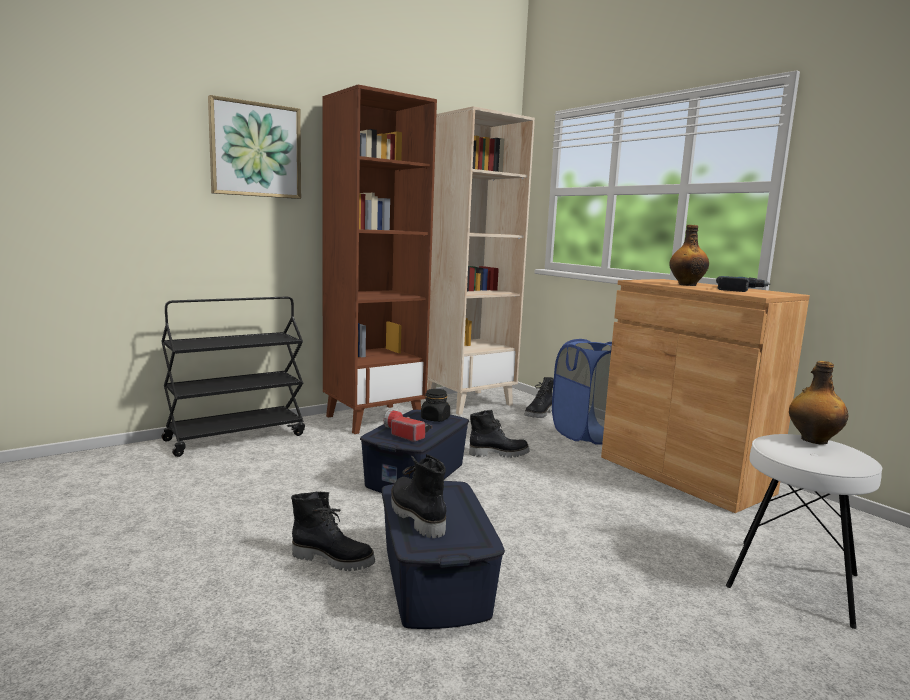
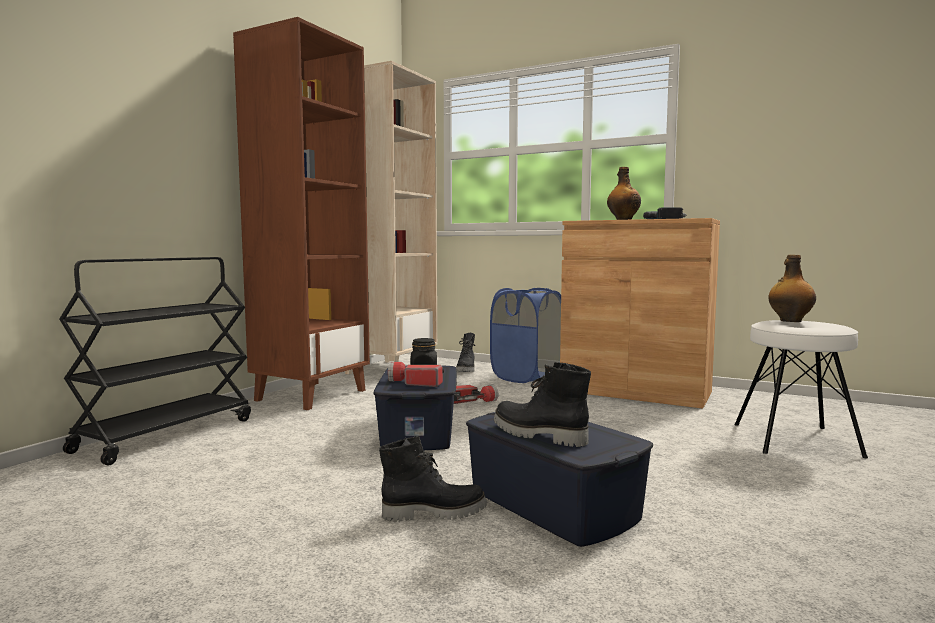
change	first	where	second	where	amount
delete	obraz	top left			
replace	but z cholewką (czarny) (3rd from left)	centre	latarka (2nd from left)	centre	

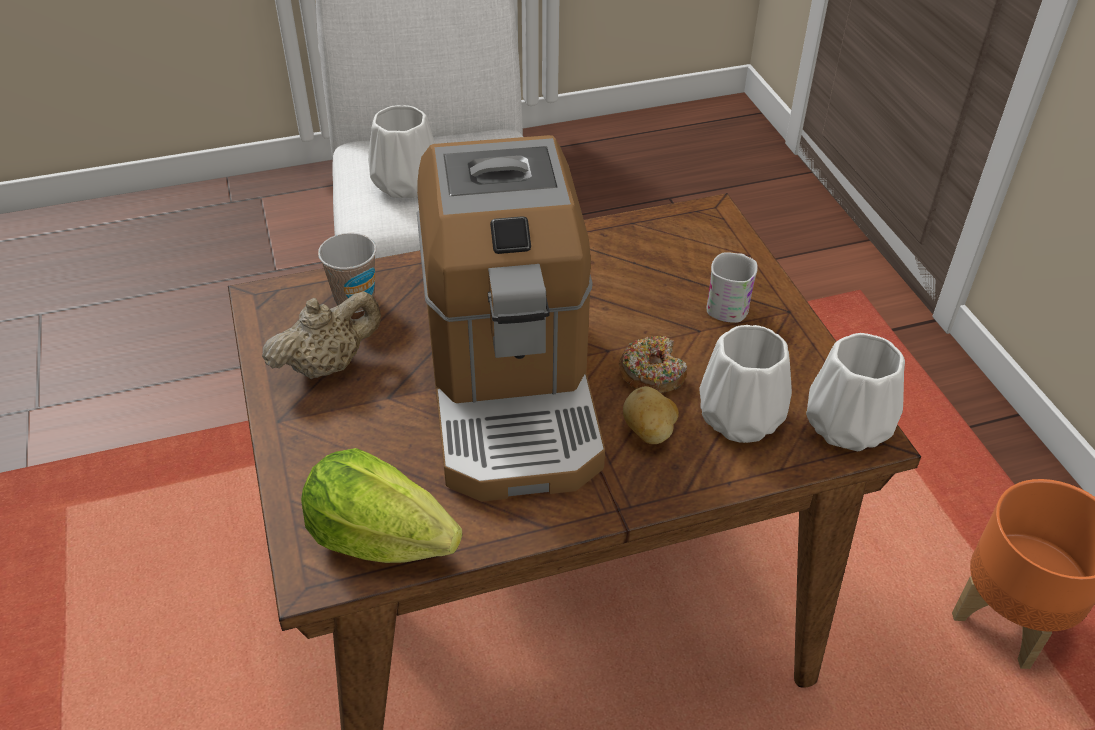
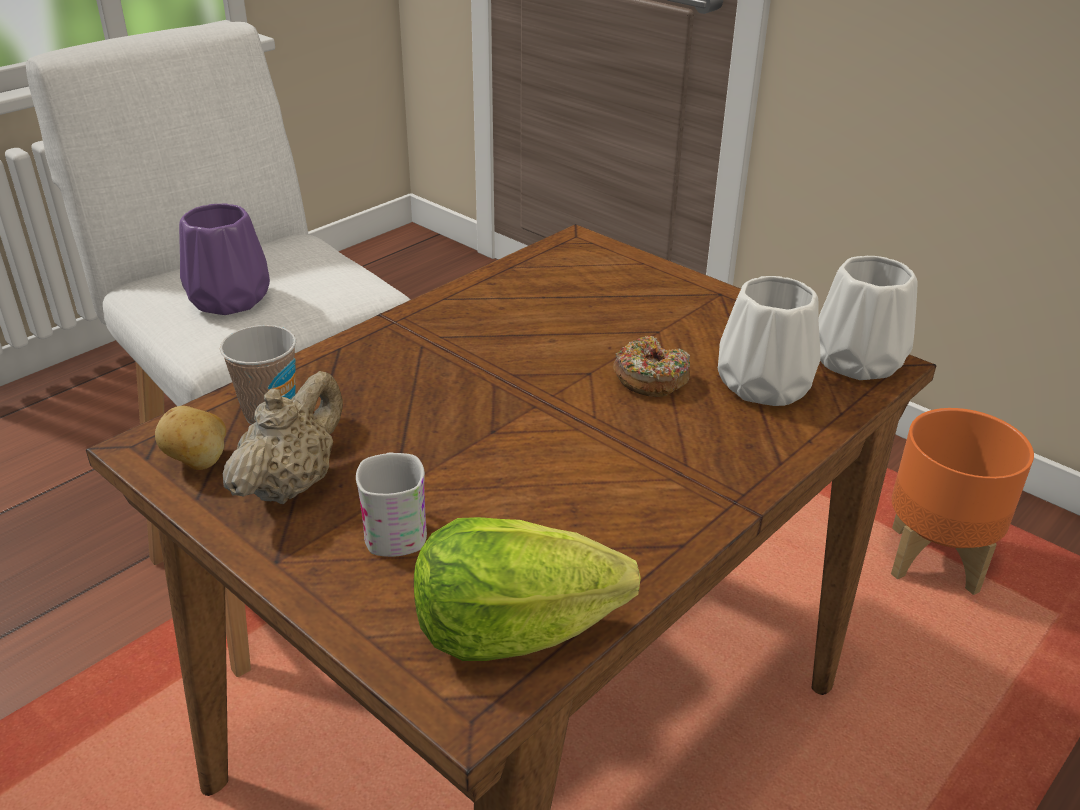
change	first	where	second	where	amount
delete	ekspres do kawy	centre			
move	ziemniak	centre		middle left	
move	kubek (biały)	middle right		centre	
recolor	wazon (biały) (1st from left)	top centre	wazon (fioletowy)	top left	

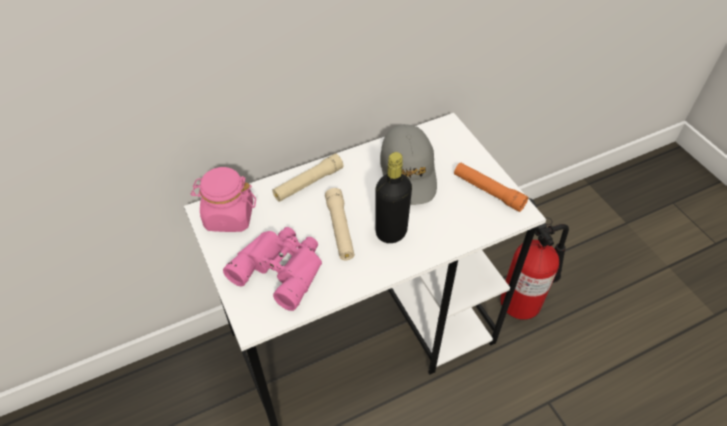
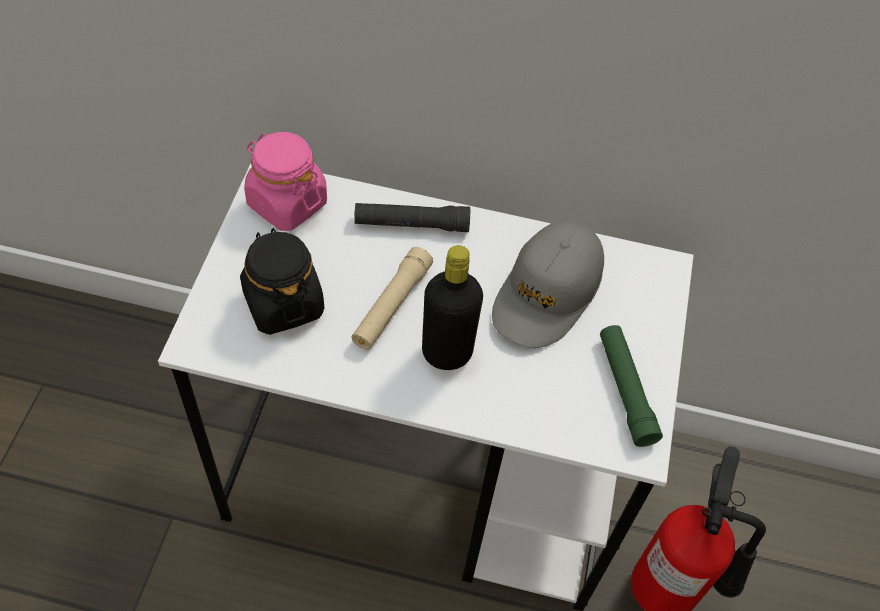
change	first	where	second	where	amount
replace	lornetka (różowy)	centre	słoik (czarny)	middle left	
recolor	latarka (beżowy) (1st from left)	centre	latarka (czarny)	centre	
recolor	latarka (pomarańczowy)	middle right	latarka (zielony)	middle right	

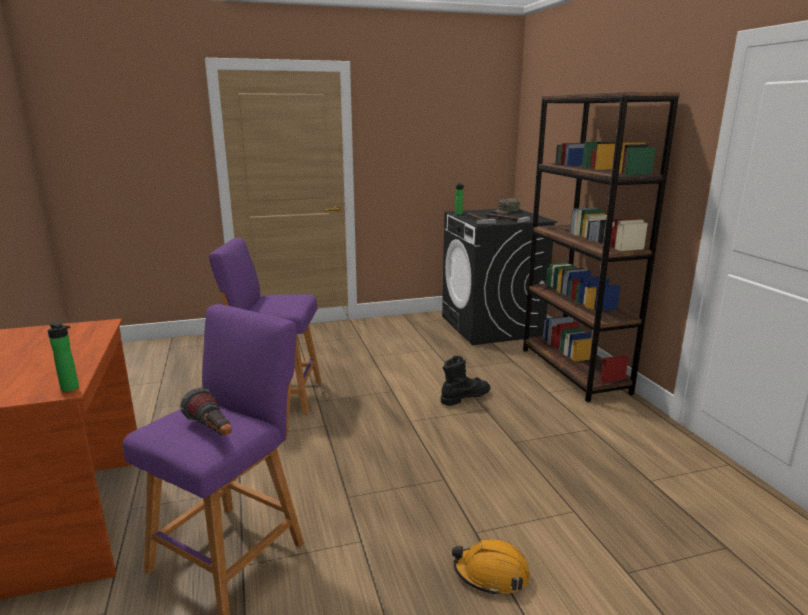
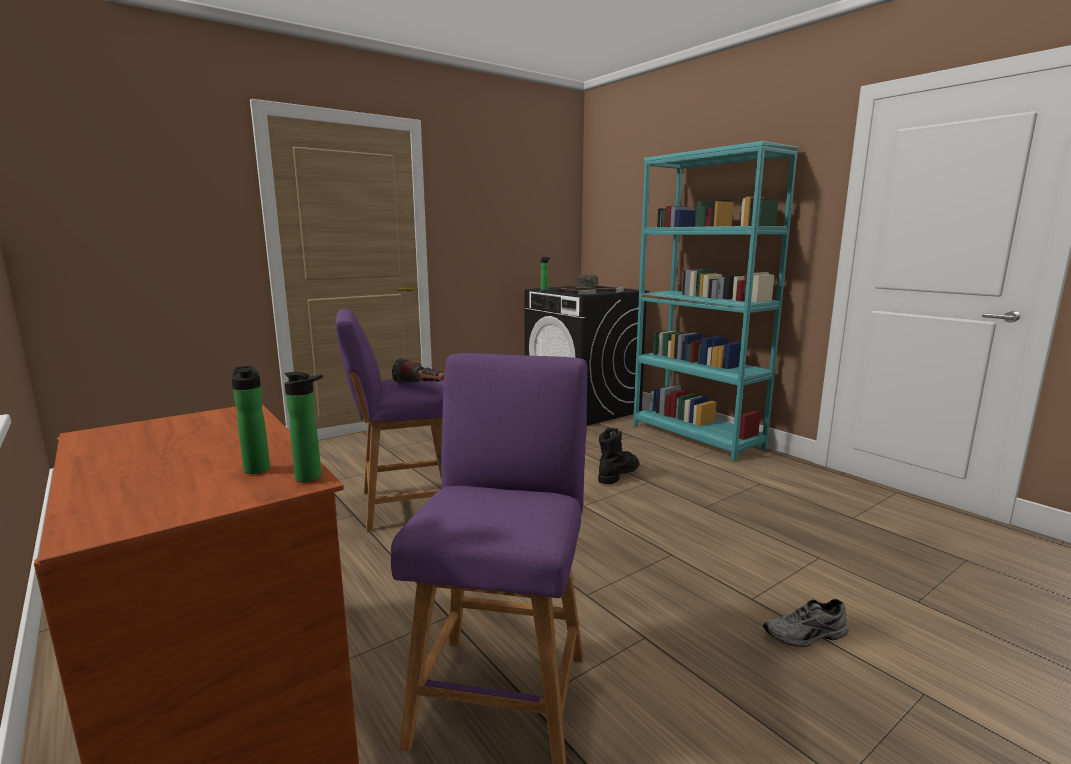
change	first	where	second	where	amount
insert			butelka (1st from left)	middle left	
move	latarka	bottom left		centre	
replace	kask (pomarańczowy)	bottom centre	but (szary)	bottom right	
recolor	regał (brązowy)	middle right	regał (turkusowy)	middle right	

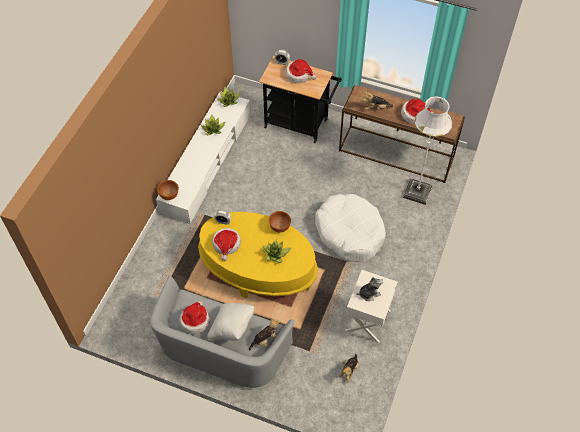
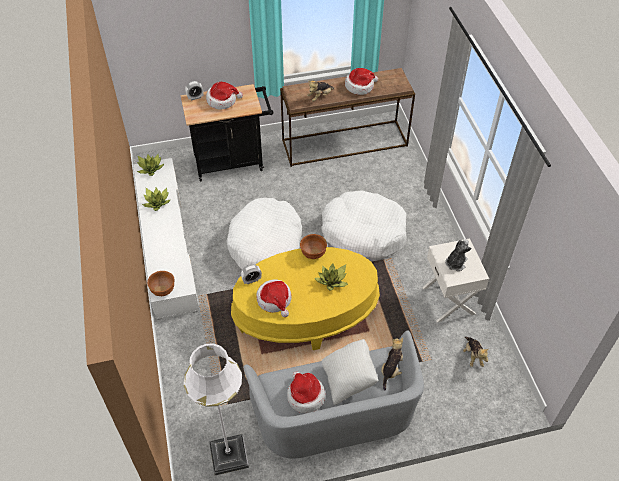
change	first	where	second	where	amount
insert			legowisko (biały) (1st from left)	centre	
move	lampa stojąca (biały)	middle right		bottom centre	

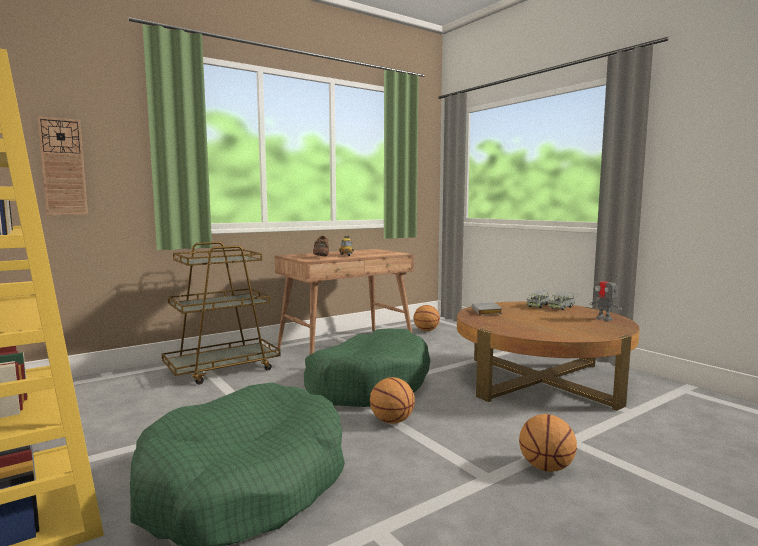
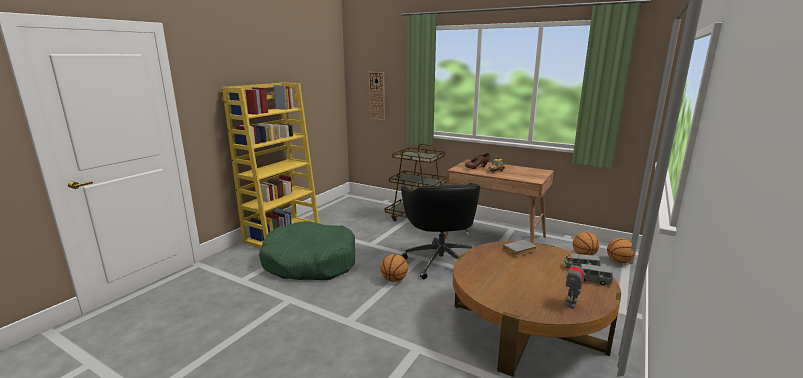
change	first	where	second	where	amount
move	piłka do koszykówki (3rd from left)	bottom right		middle right	
replace	legowisko (zielony) (2nd from left)	bottom centre	krzesło biurowe (czarny)	centre	

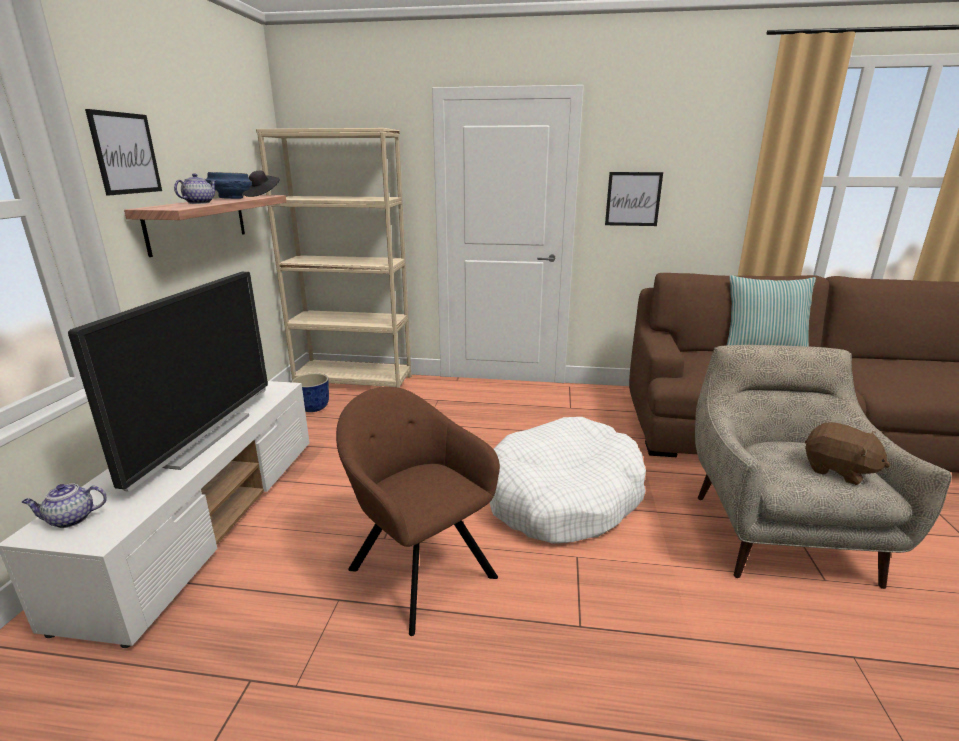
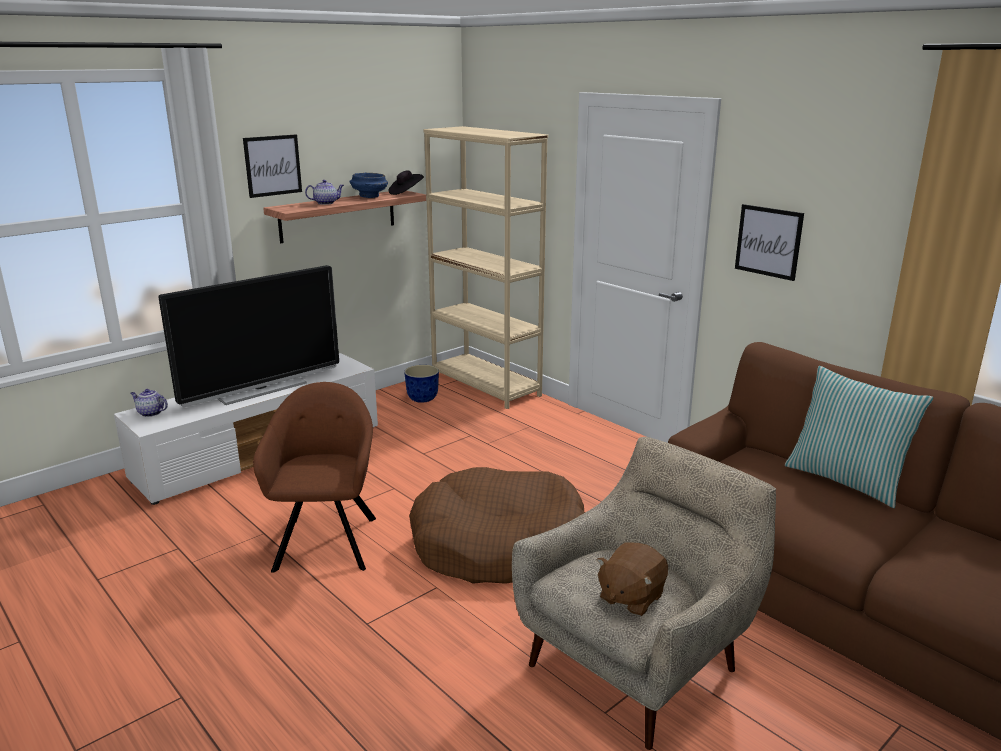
change	first	where	second	where	amount
recolor	legowisko (biały)	centre	legowisko (brązowy)	bottom centre	
rotate	pluszak (brązowy)	middle right		bottom centre	45 degrees clockwise

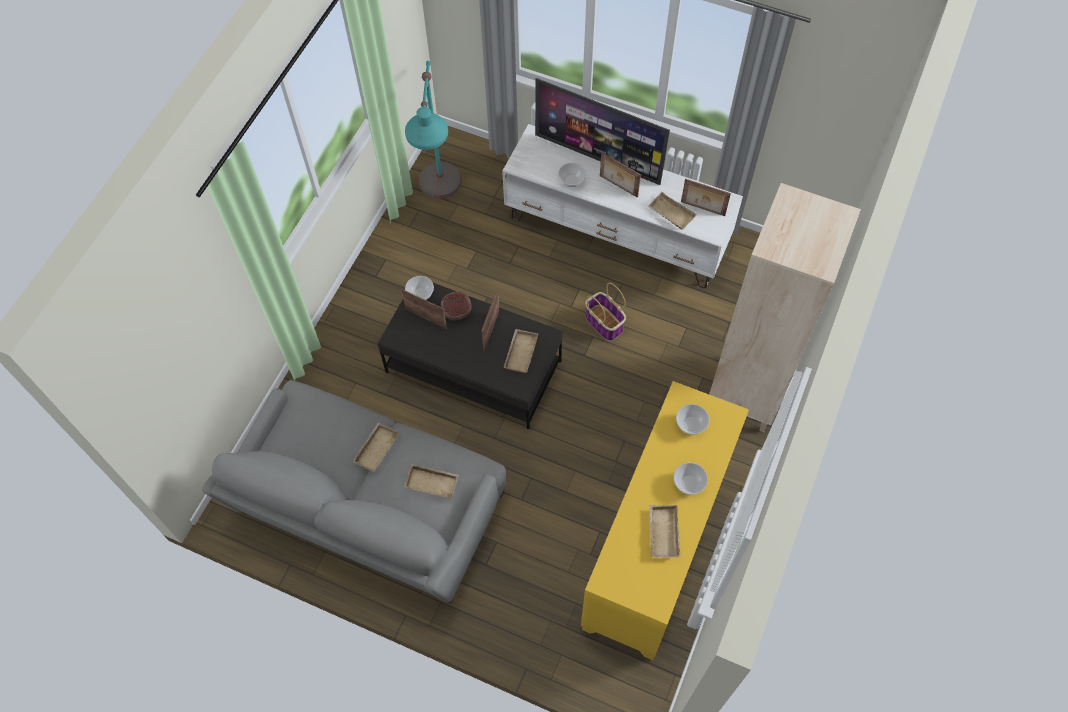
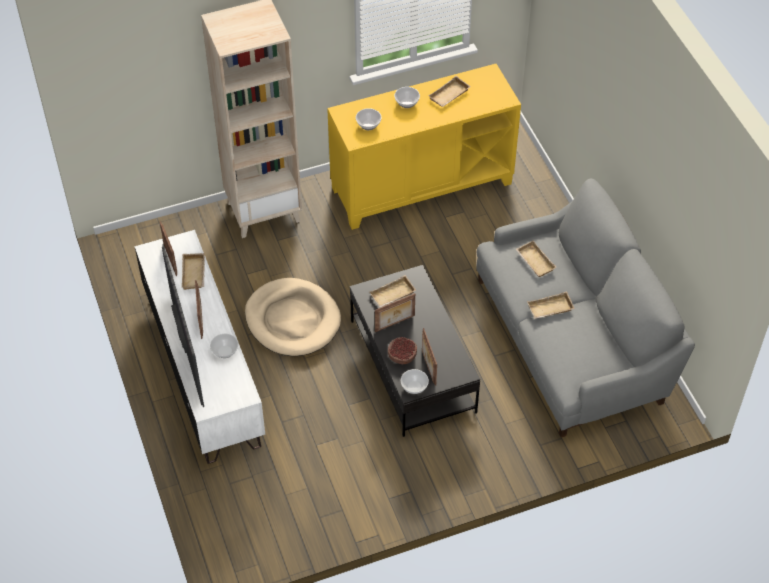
change	first	where	second	where	amount
delete	lampa stojąca (turkusowy)	top centre			
replace	koszyk	centre	legowisko (beżowy)	centre	

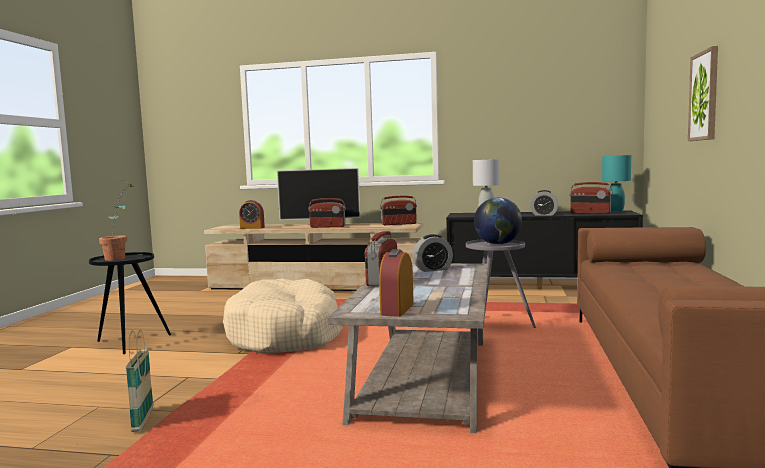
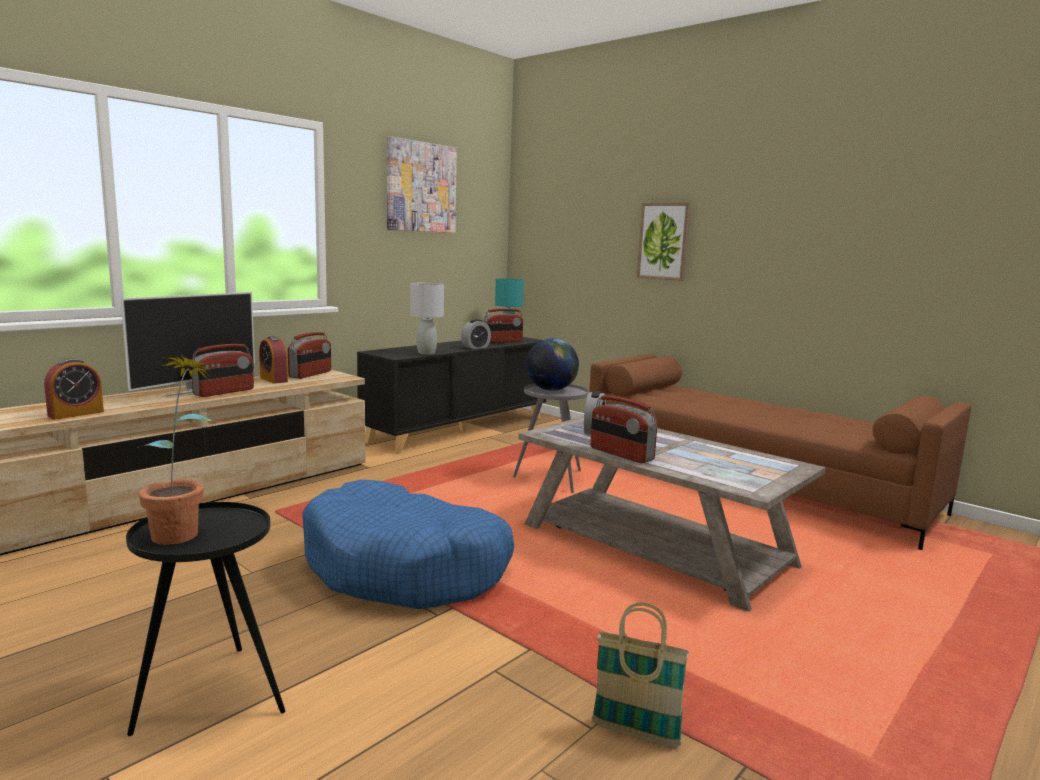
change	first	where	second	where	amount
insert			obraz (1st from left)	top centre	
move	budzik (2nd from left)	centre		middle left	
recolor	legowisko (beżowy)	bottom centre	legowisko (niebieski)	bottom centre	

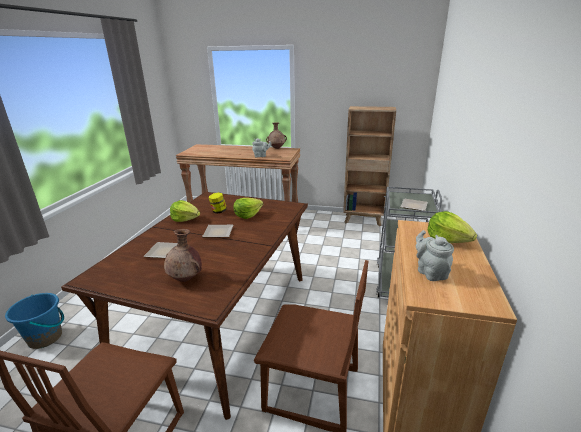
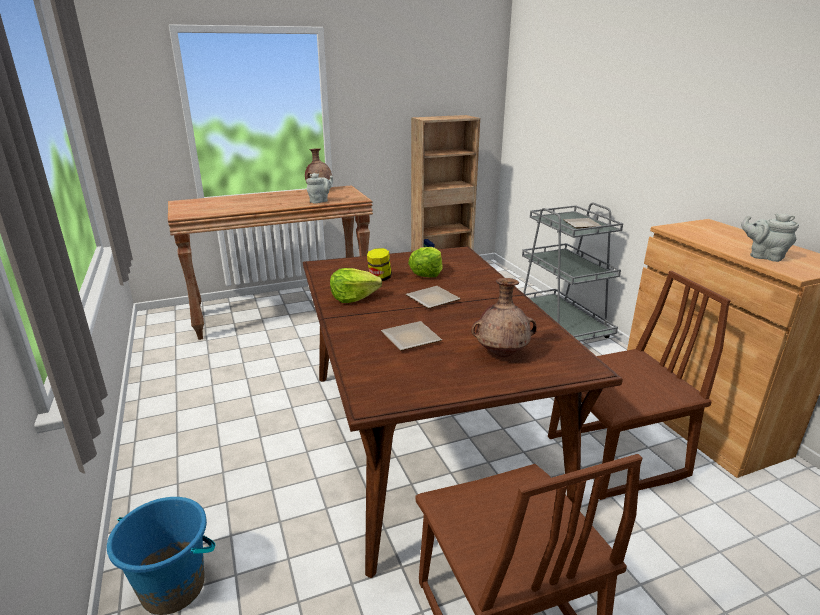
change	first	where	second	where	amount
delete	sałata (3rd from left)	middle right			

